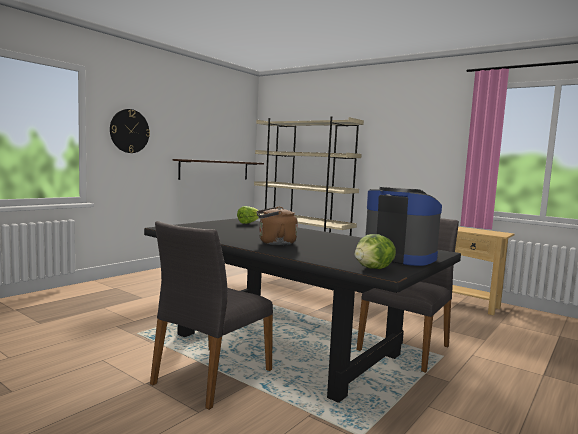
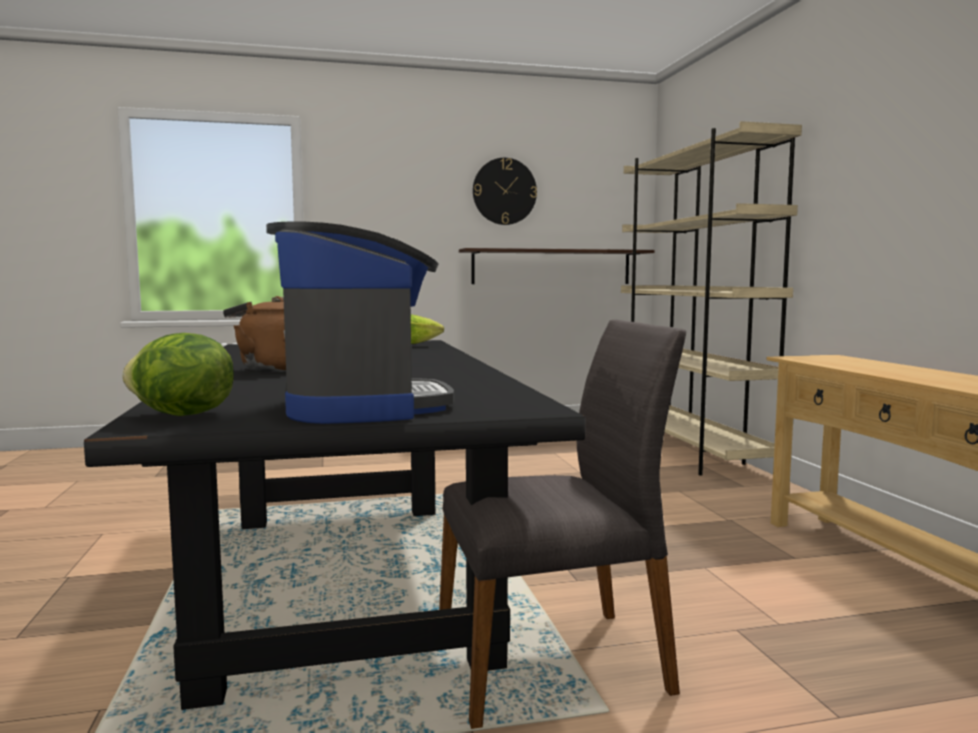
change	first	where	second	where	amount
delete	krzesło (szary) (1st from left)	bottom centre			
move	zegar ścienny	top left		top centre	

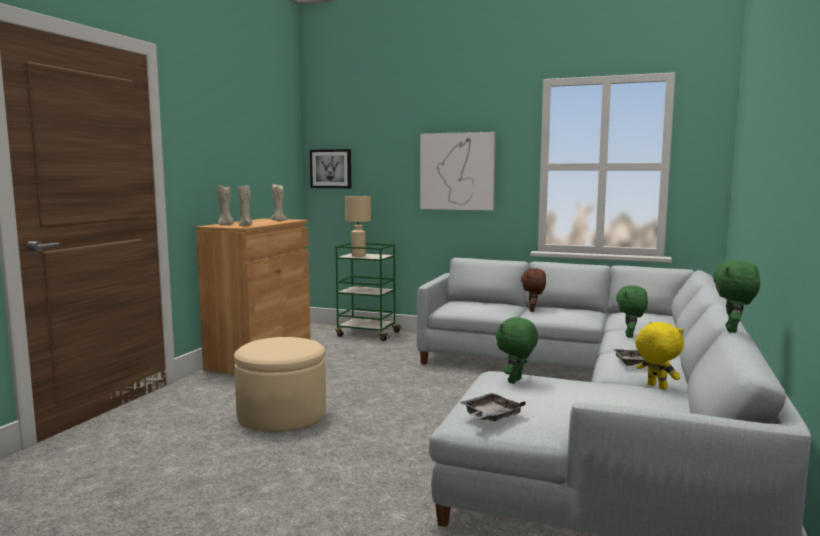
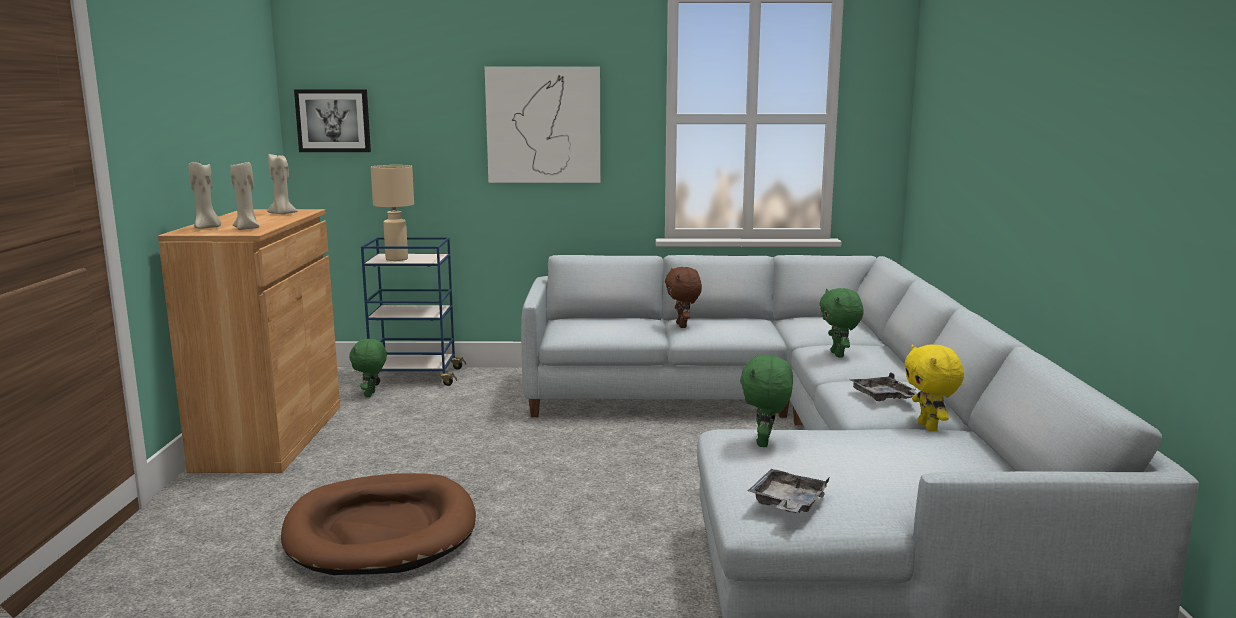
change	first	where	second	where	amount
move	pluszak (zielony) (3rd from left in the first image)	middle right	pluszak (zielony) (1st from left)	middle left	
replace	pufa (beżowy)	bottom centre	legowisko (brązowy)	bottom left	
recolor	wózek (zielony)	centre	wózek (niebieski)	centre	
rotate	pluszak (żółty)	middle right		middle right	135 degrees counterclockwise

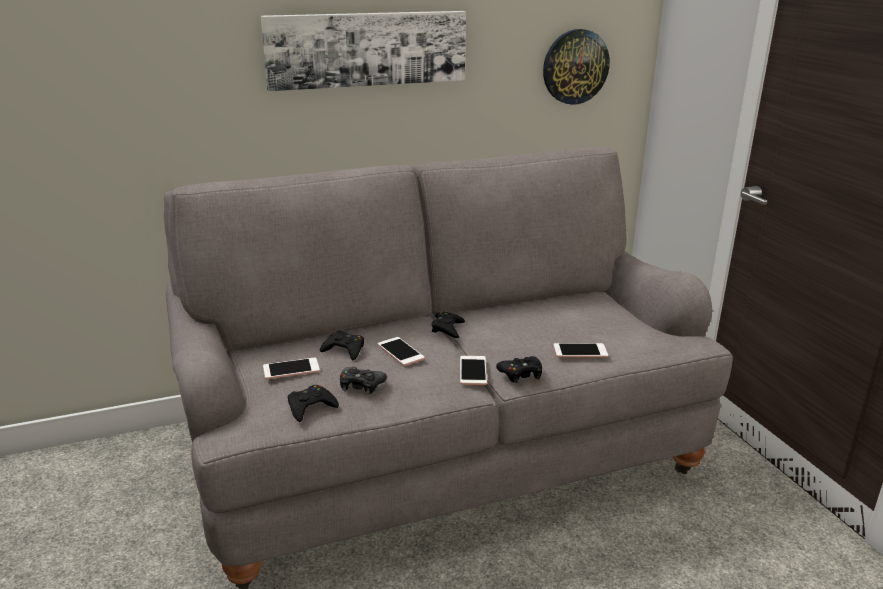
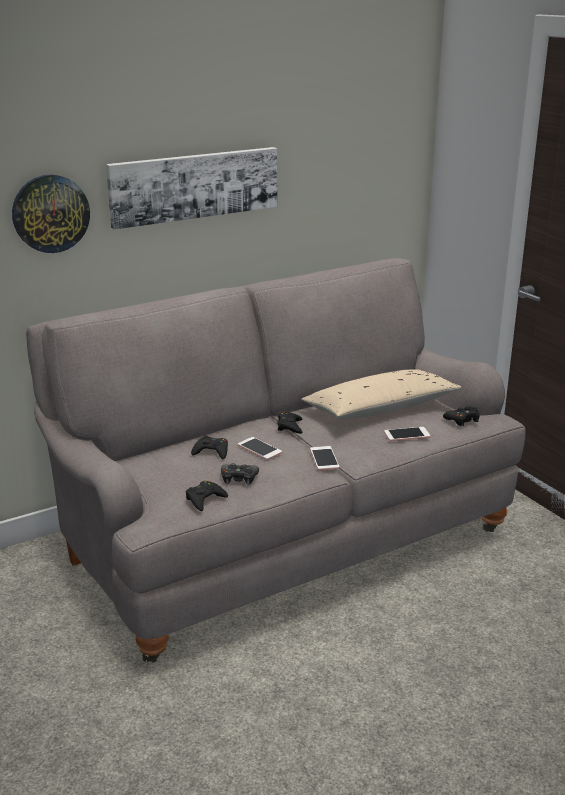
change	first	where	second	where	amount
delete	telefon (1st from left)	middle left			
insert			poduszka (beżowy)	middle right	
move	pad do gier (czarny) (5th from left)	centre		middle right	
move	zegar ścienny	top centre		top left	

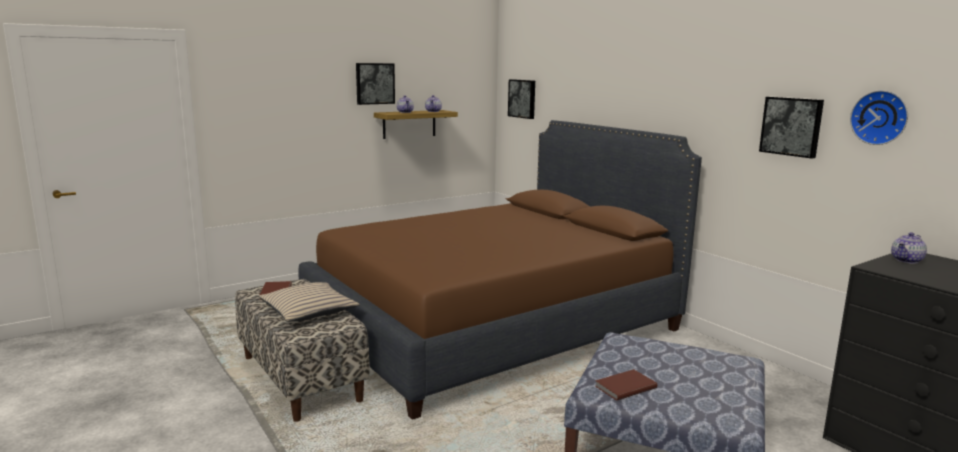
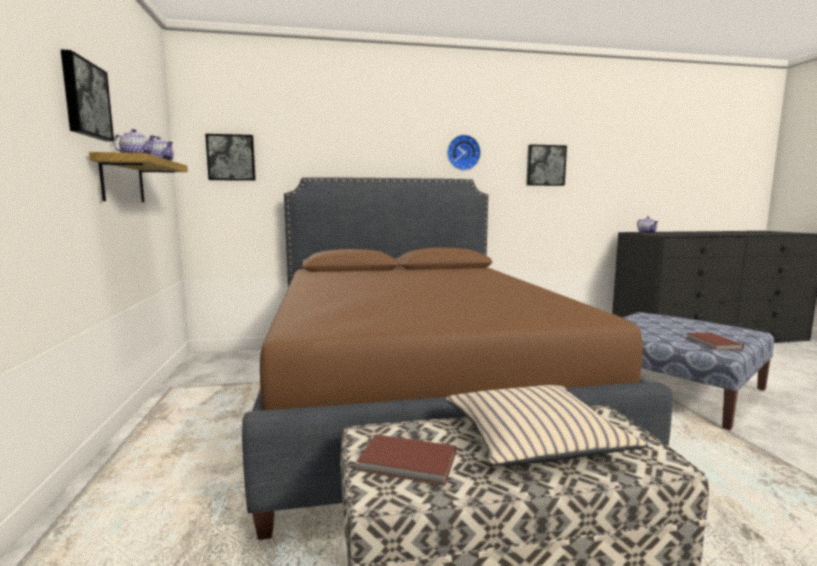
change	first	where	second	where	amount
move	zegar ścienny	top right		top centre	

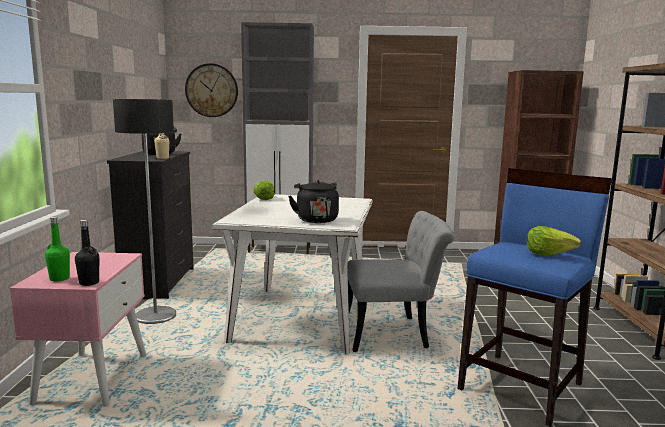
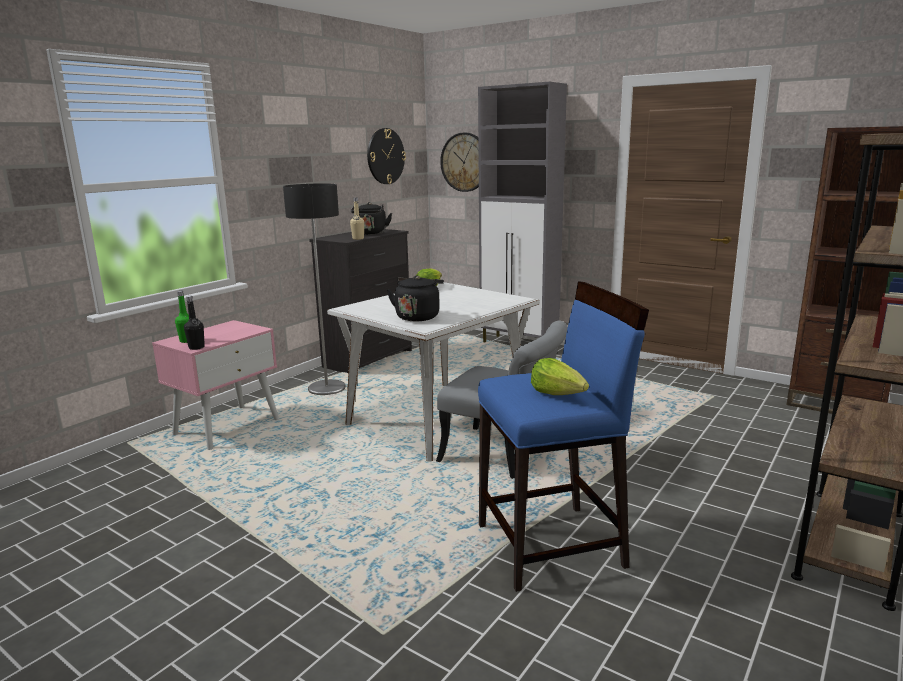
change	first	where	second	where	amount
insert			zegar ścienny (1st from left)	top centre	

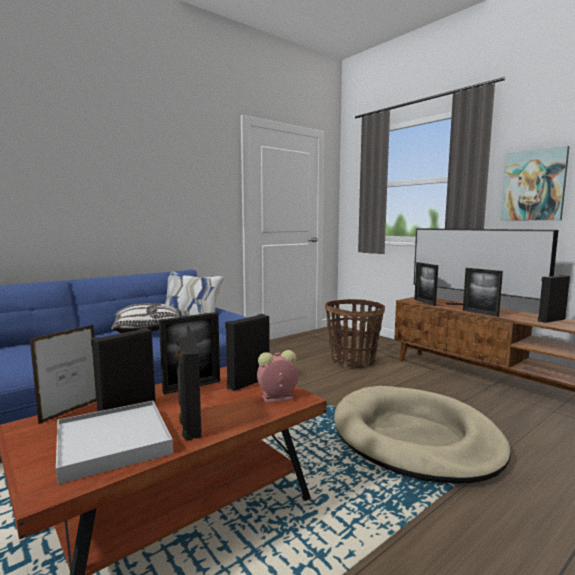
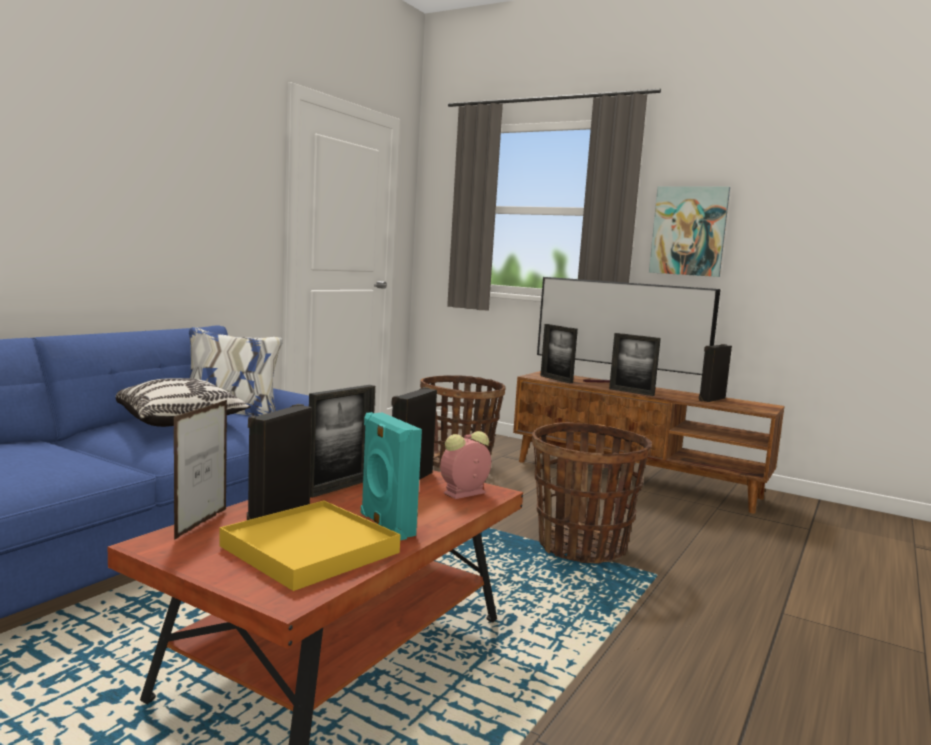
change	first	where	second	where	amount
replace	legowisko (beżowy)	bottom right	koszyk (2nd from left)	centre	
recolor	taca (biały)	bottom left	taca (żółty)	bottom left	
recolor	głośnik (czarny) (2nd from left)	bottom left	głośnik (turkusowy)	centre	

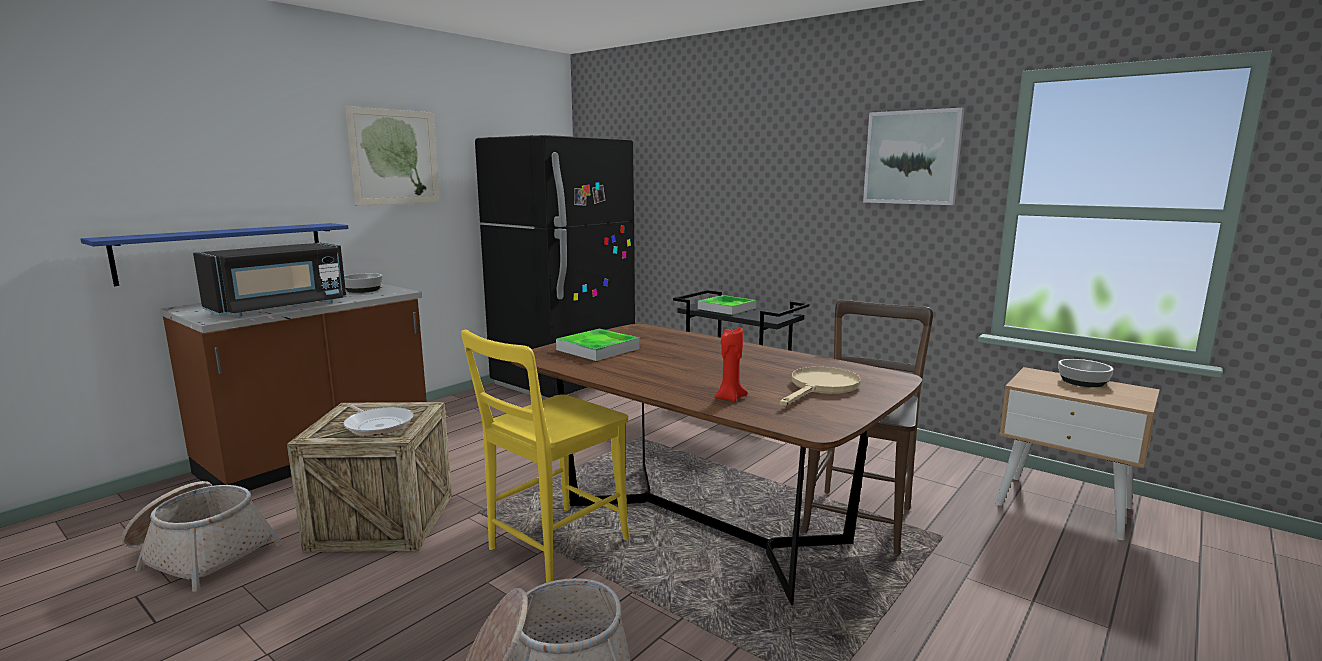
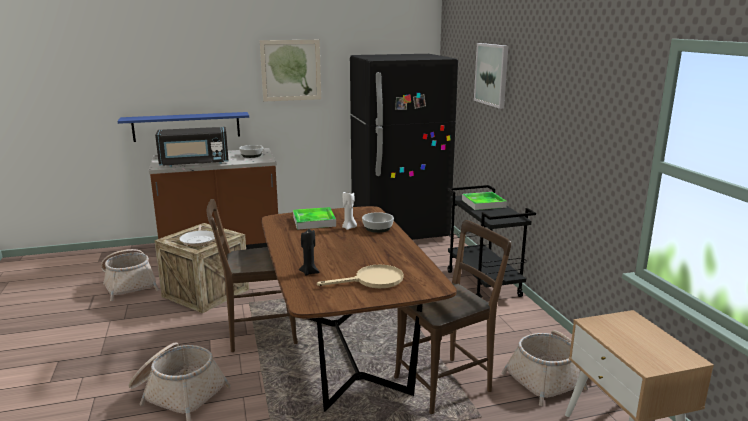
change	first	where	second	where	amount
insert			świeca (biały)	centre	
insert			koszyk (3rd from left)	bottom right	
move	obraz (2nd from left)	top right		top centre	
move	miska (2nd from left)	middle right		centre	
recolor	krzesło (żółty)	bottom centre	krzesło (brązowy) (1st from left)	centre	
recolor	świeca (czerwony)	centre	świeca (czarny)	centre	

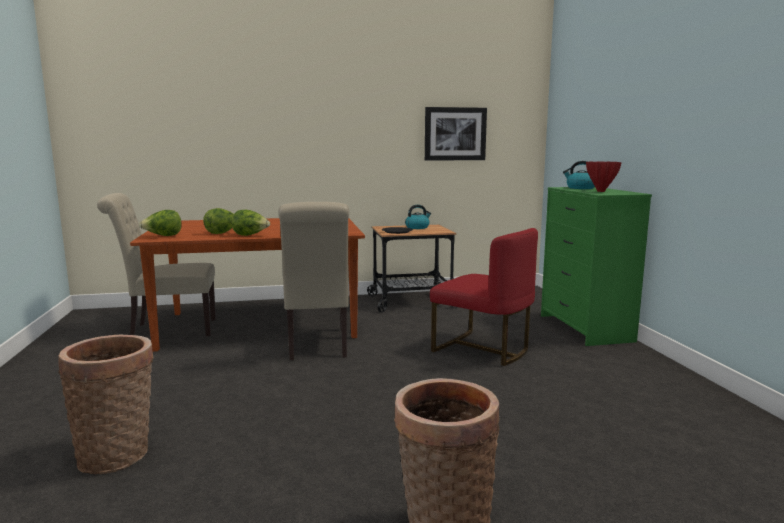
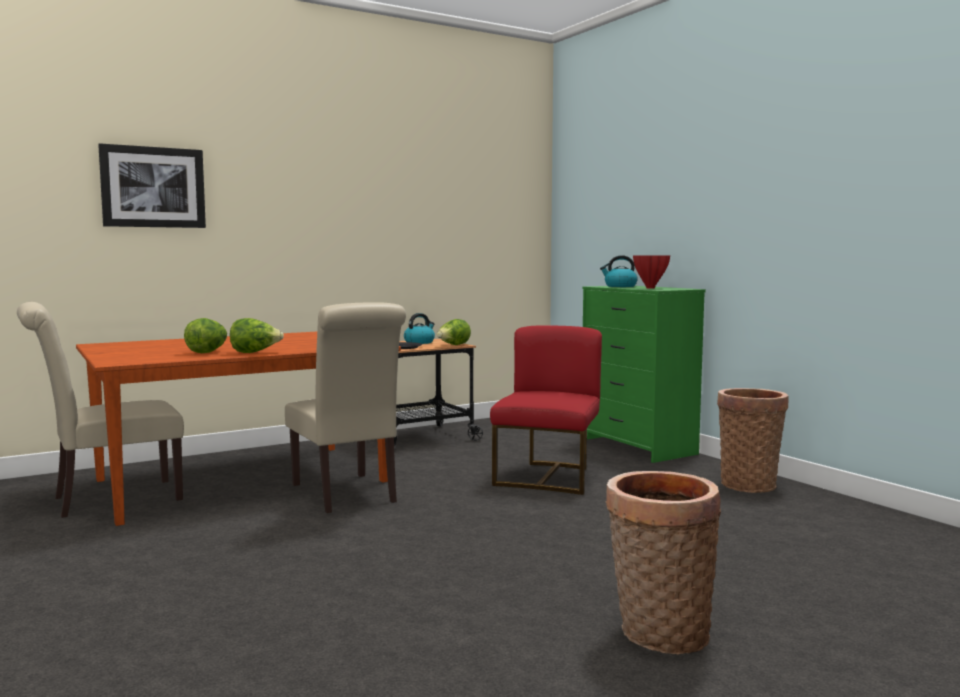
change	first	where	second	where	amount
move	koszyk (1st from left in the first image)	bottom left	koszyk (2nd from left)	middle right	
move	sałata (1st from left in the first image)	middle left	sałata (3rd from left)	centre	
move	obraz	top centre		top left	
rotate	krzesło (czerwony)	centre		centre	90 degrees counterclockwise

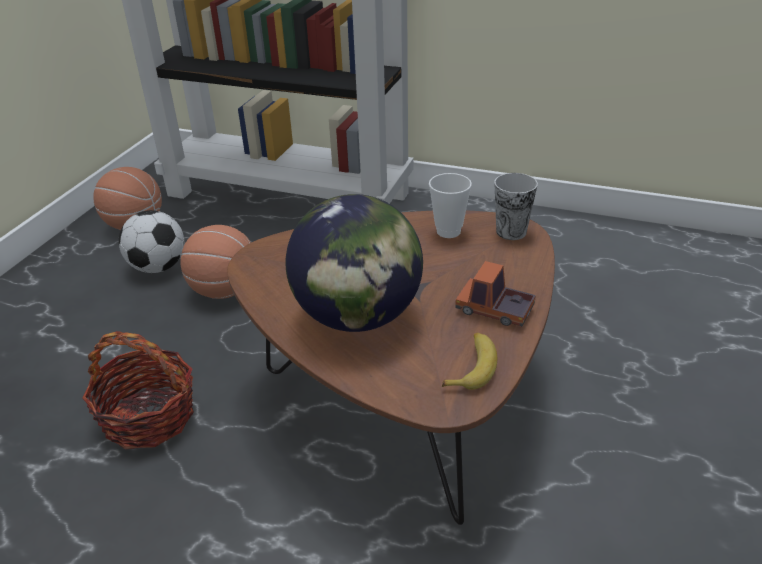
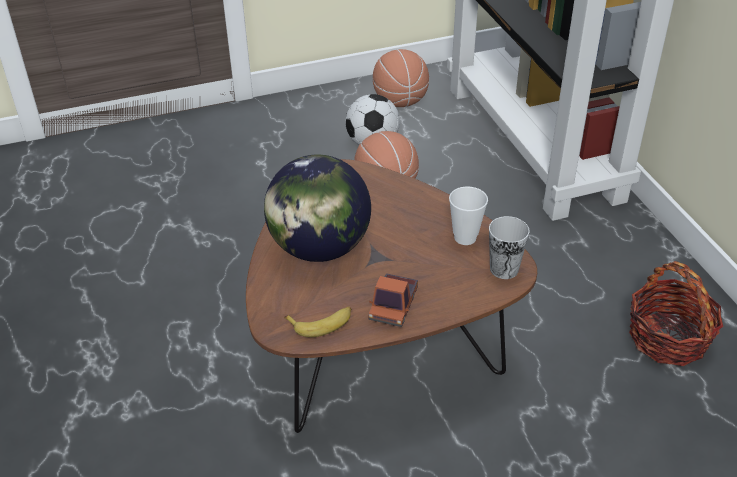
change	first	where	second	where	amount
move	koszyk	bottom left		middle right	
rotate	ciężarówka zabawkowa	centre		centre	150 degrees counterclockwise

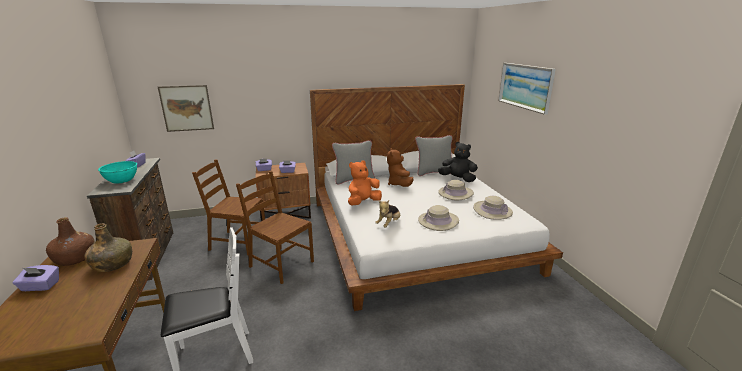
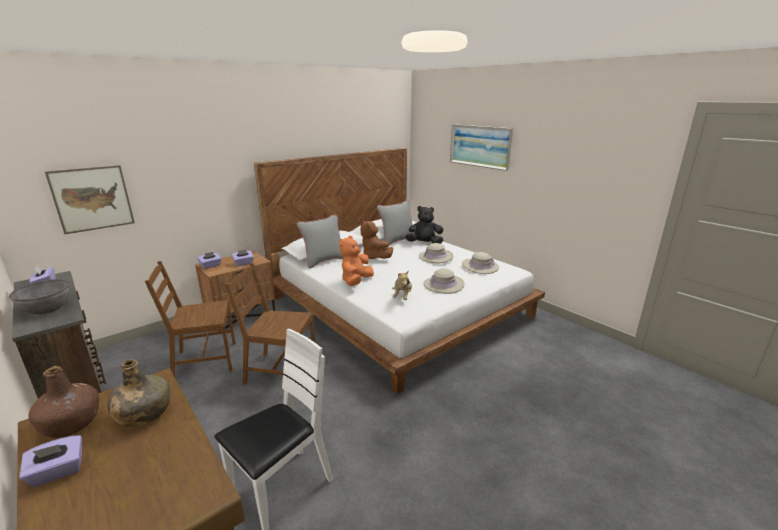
change	first	where	second	where	amount
recolor	miska (turkusowy)	middle left	miska (szary)	middle left	

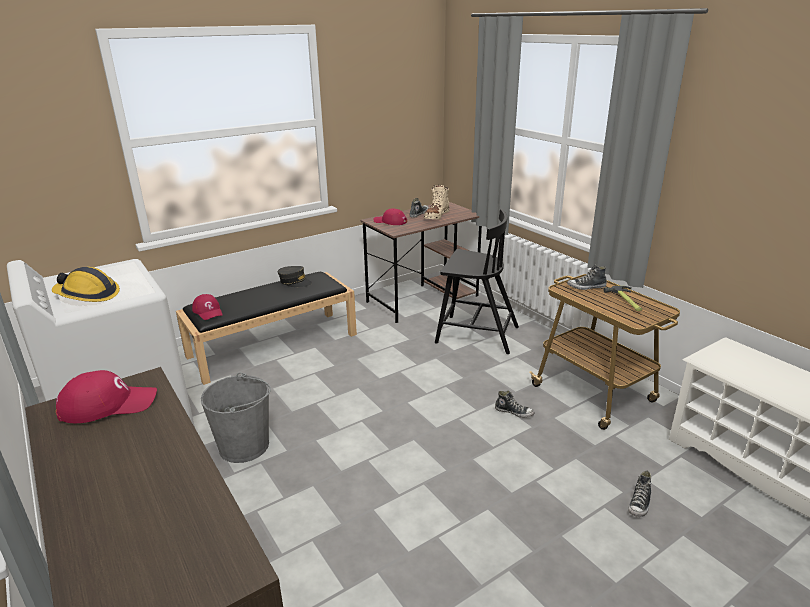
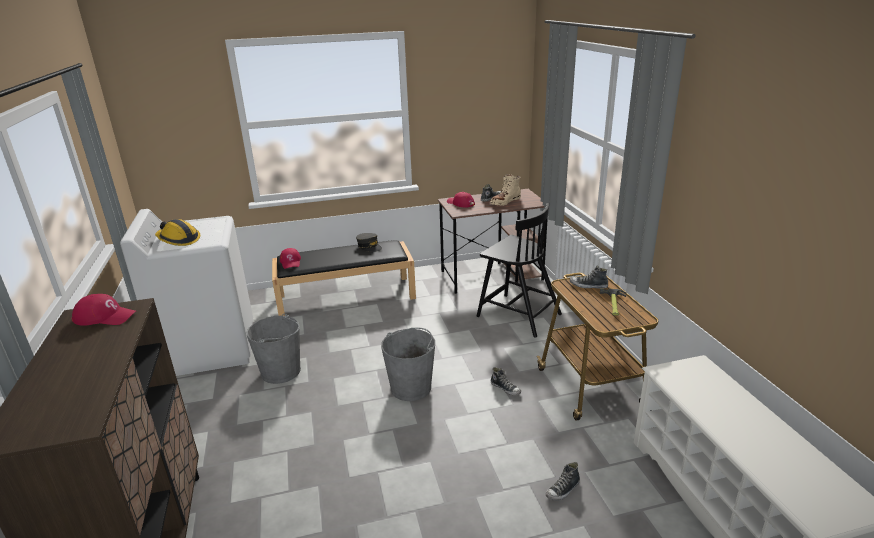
change	first	where	second	where	amount
insert			wiadro (szary) (2nd from left)	bottom centre	

